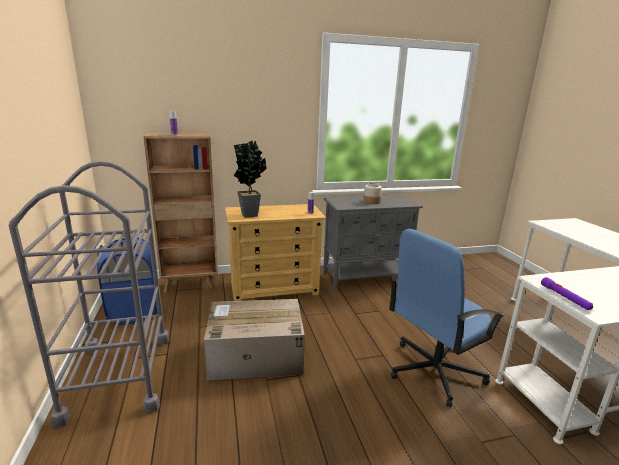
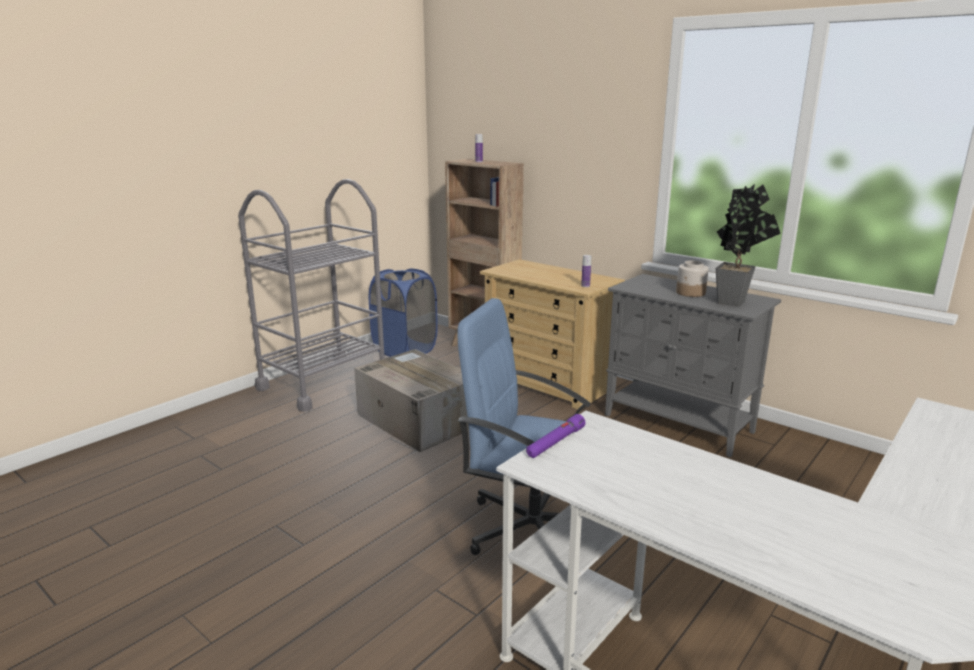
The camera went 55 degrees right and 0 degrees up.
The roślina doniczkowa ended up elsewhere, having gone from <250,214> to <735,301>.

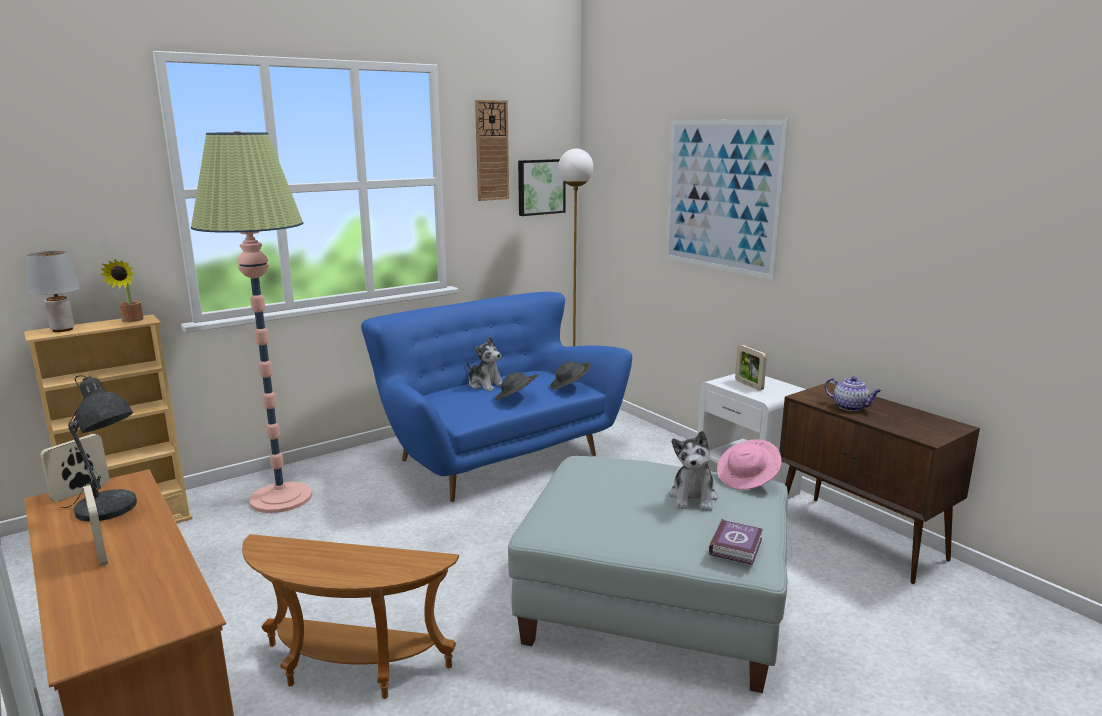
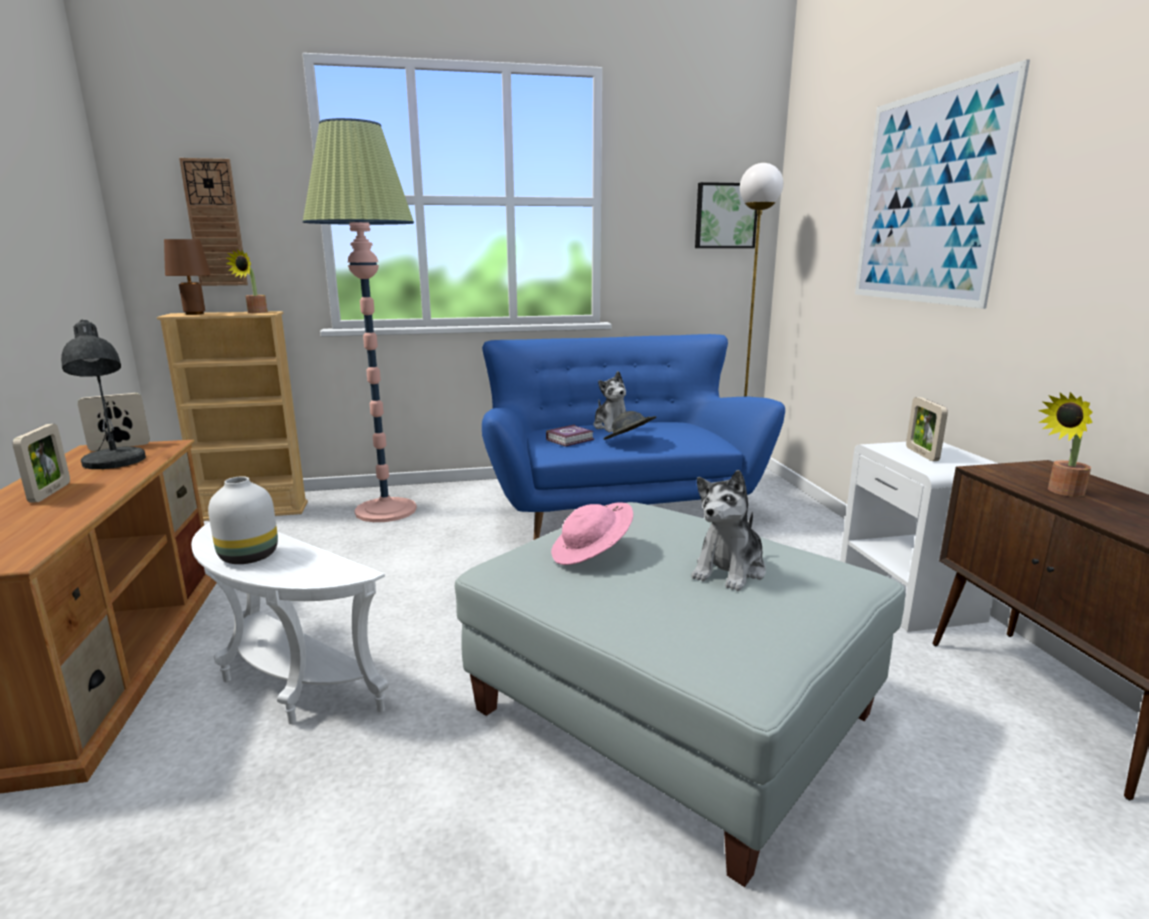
The camera went 25 degrees right and 0 degrees up.
The second view lost the kapelusz/szary at <570,386>.
The second view gained the wazon/biały at <249,557>.
The zegar ścienny ended up elsewhere, having gone from <491,150> to <215,223>.
The książka ended up elsewhere, having gone from <737,546> to <571,439>.
The kapelusz/różowy ended up elsewhere, having gone from <748,479> to <592,554>.
Where the imbryk stood at <850,407>, the roślina doniczkowa came to stand at <1061,492>.
What was the lampa stołowa/szary at <62,330> turned into the lampa stołowa/brązowy at <194,313>.
What was the stolik/brązowy at <349,671> turned into the stolik/biały at <287,683>.

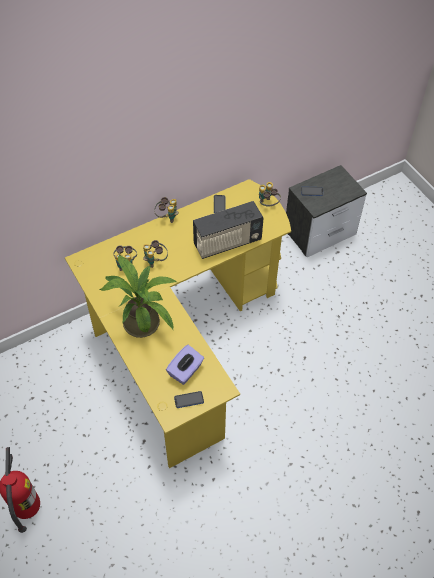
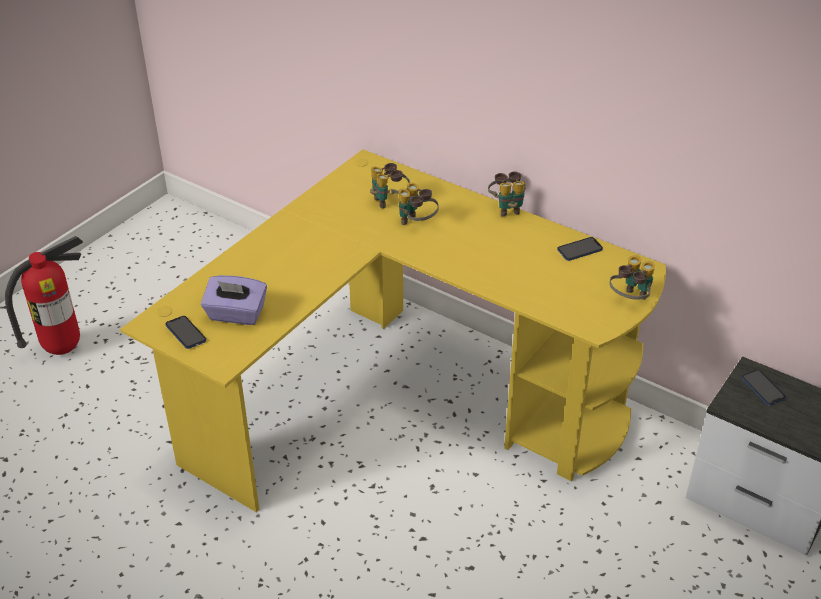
The camera went 65 degrees right and 15 degrees down.
The second view lost the roślina doniczkowa at <141,319>.
The second view lost the radio at <227,243>.

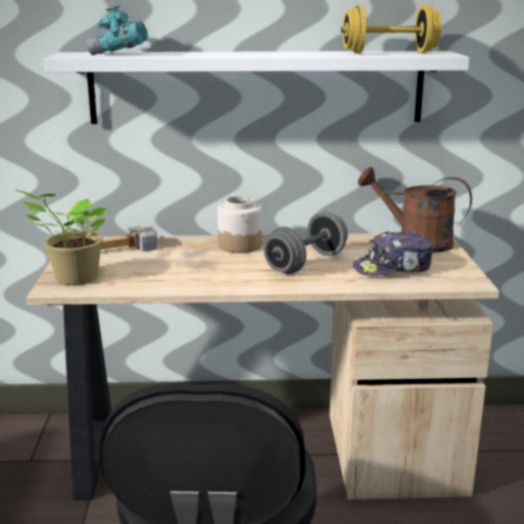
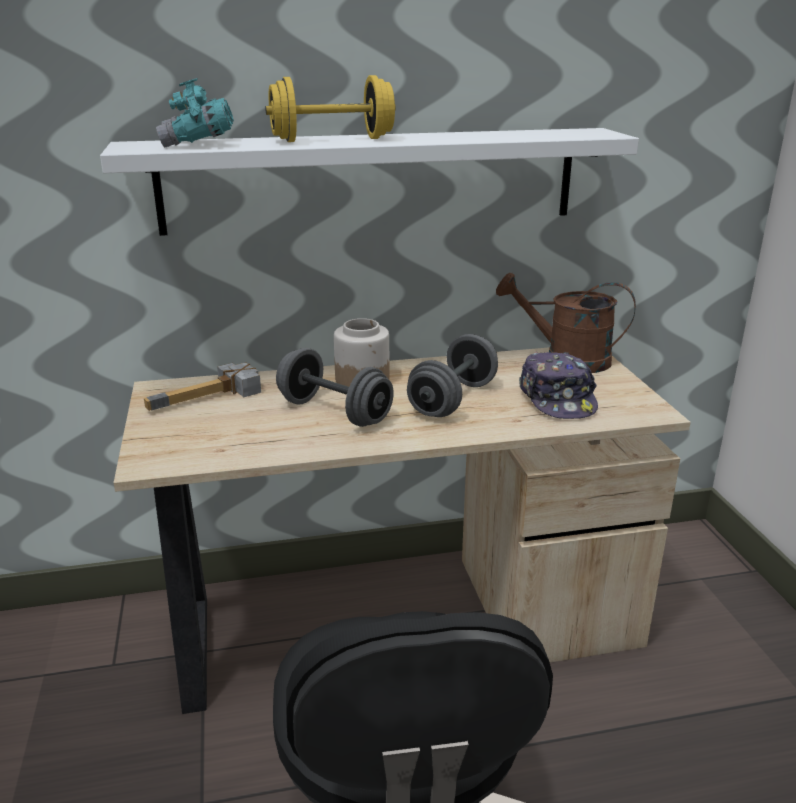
The camera went 10 degrees left and 5 degrees up.
The second view lost the roślina doniczkowa at <73,278>.
The second view gained the hantel/szary at <334,412>.
The hantel/żółty ended up elsewhere, having gone from <389,53> to <332,140>.
The czapka z daszkiem at <393,268> ended up facing another way, 75 degrees counterclockwise from before.

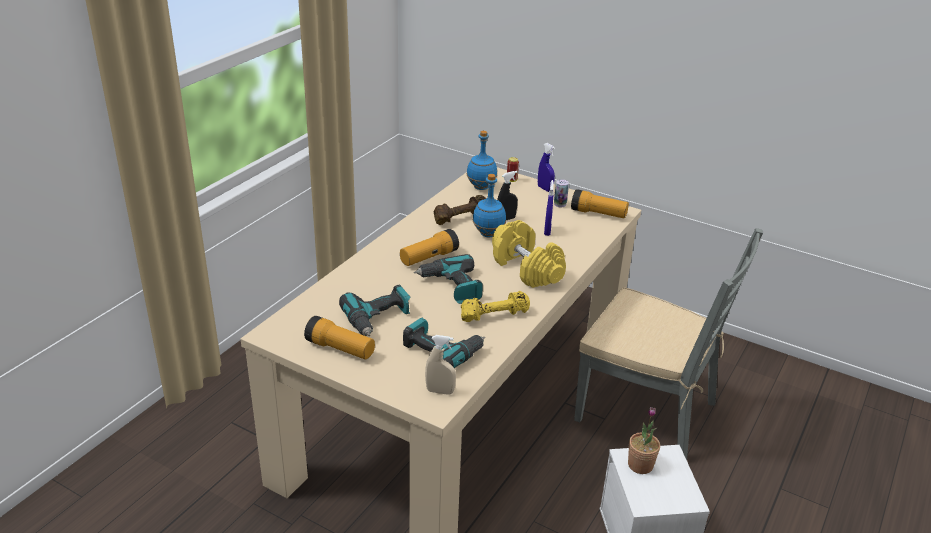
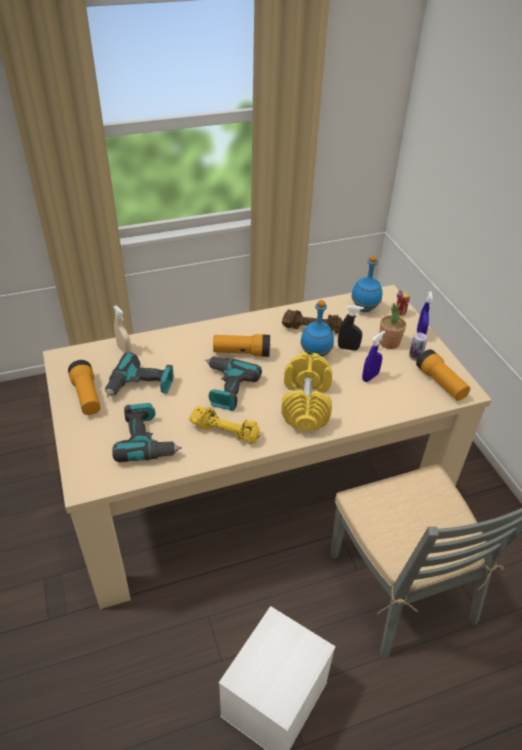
The camera went 40 degrees right and 10 degrees up.
The spryskiwacz/beżowy ended up elsewhere, having gone from <440,391> to <124,350>.
The roślina doniczkowa ended up elsewhere, having gone from <640,465> to <389,342>.

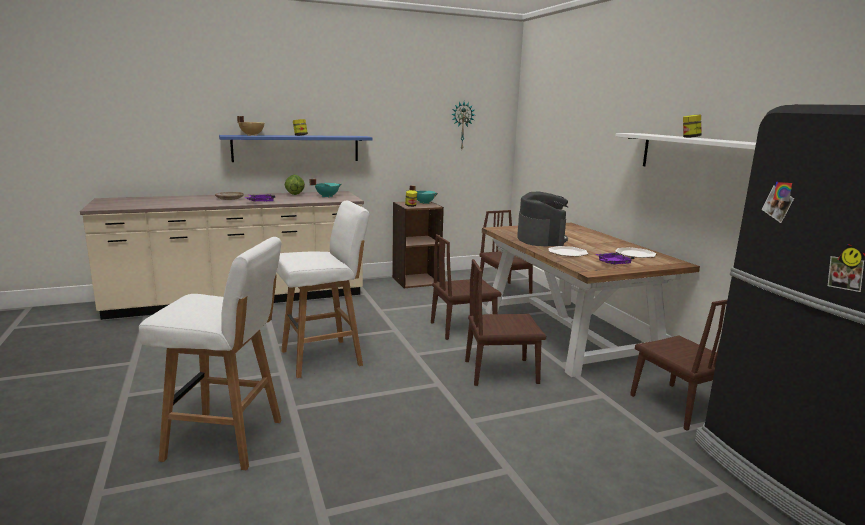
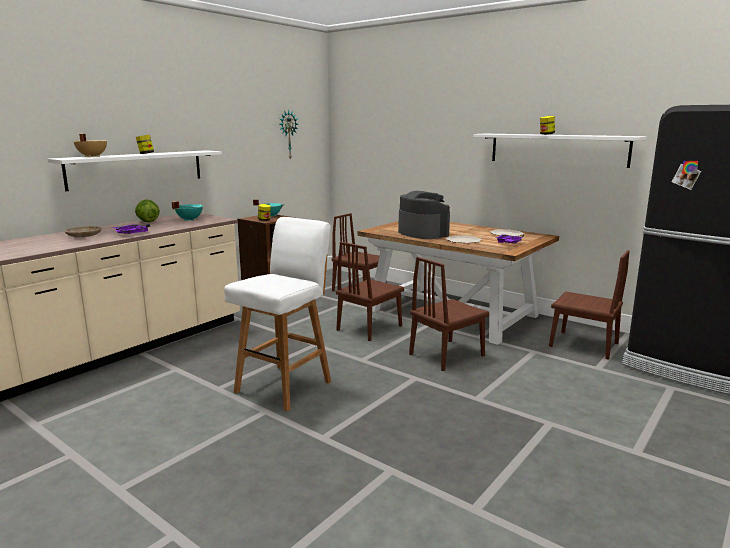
The camera went 30 degrees left and 0 degrees up.
The second view lost the stołek/biały at <227,440>.
What was the półka/niebieski at <296,148> turned into the półka/biały at <137,169>.

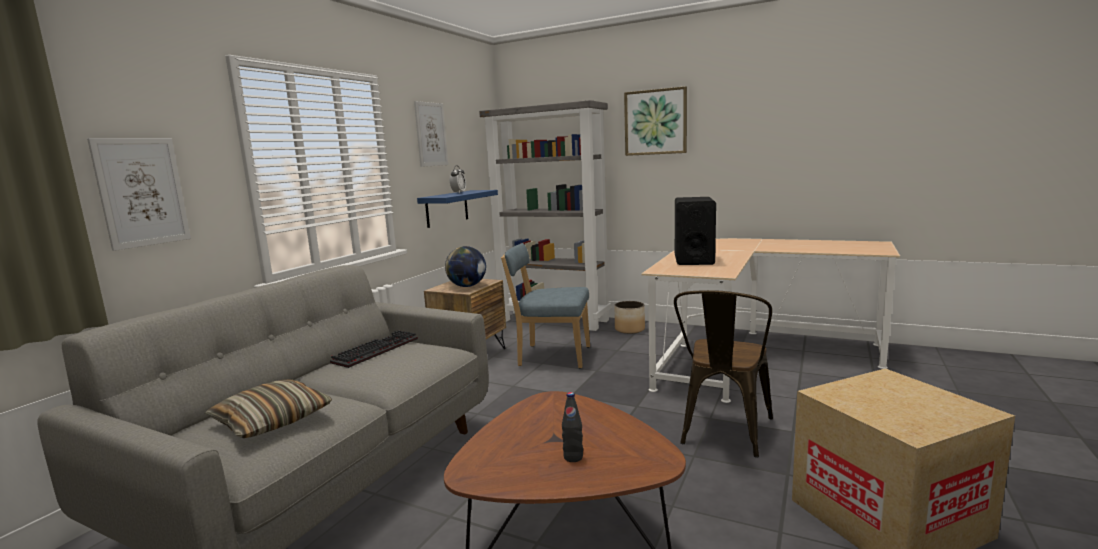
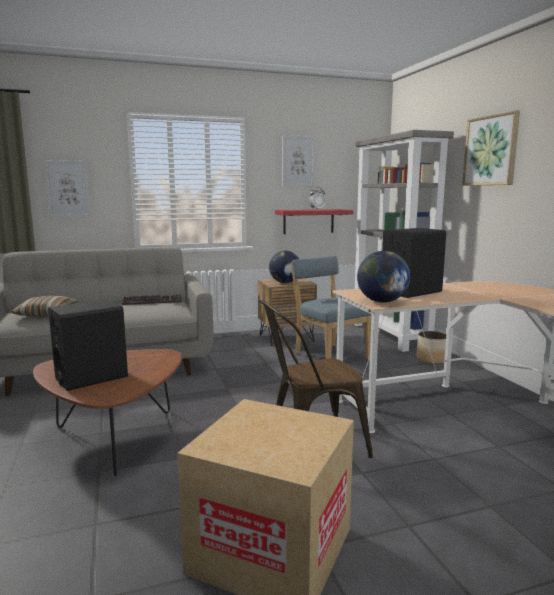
The camera went 45 degrees right and 0 degrees up.
The second view gained the globus at <381,301>.
Where the butelka/czarny stood at <573,457>, the głośnik/czarny came to stand at <92,377>.
What was the półka/niebieski at <447,208> turned into the półka/czerwony at <308,221>.

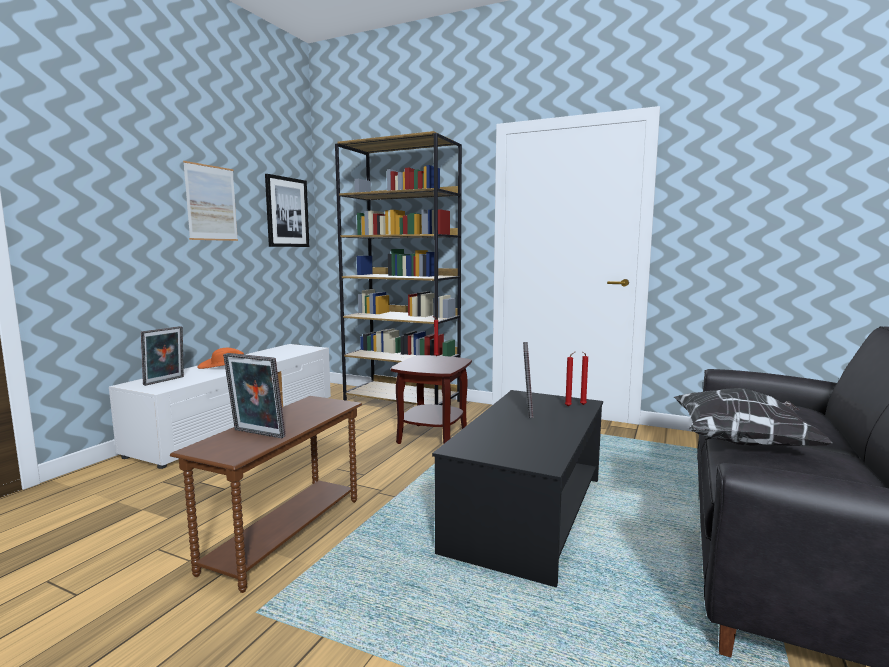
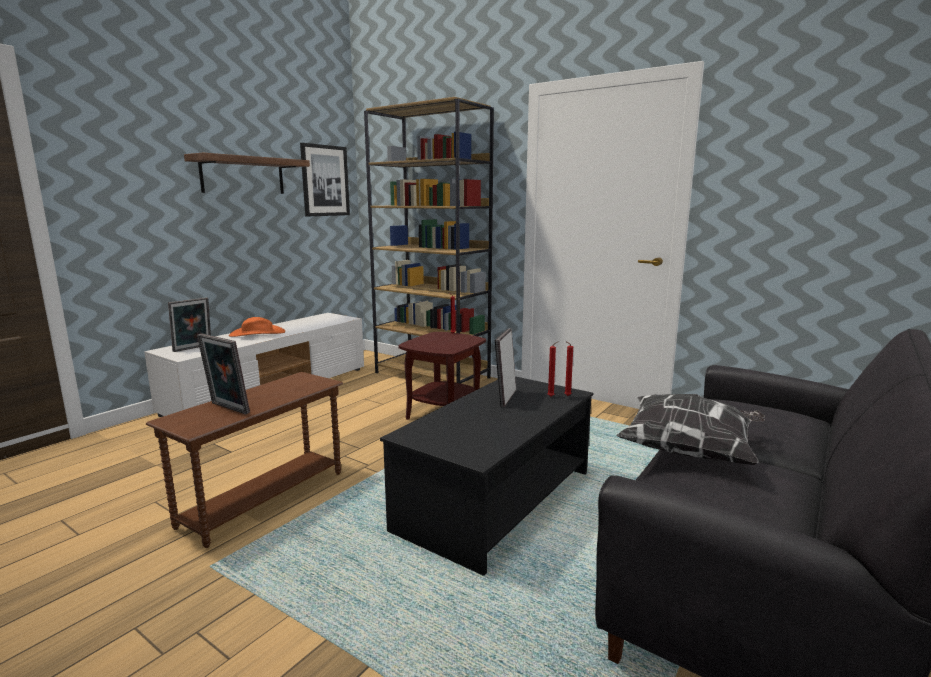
The camera went 10 degrees right and 5 degrees up.
Where the obraz hung at <211,203>, the półka came to hang at <243,175>.

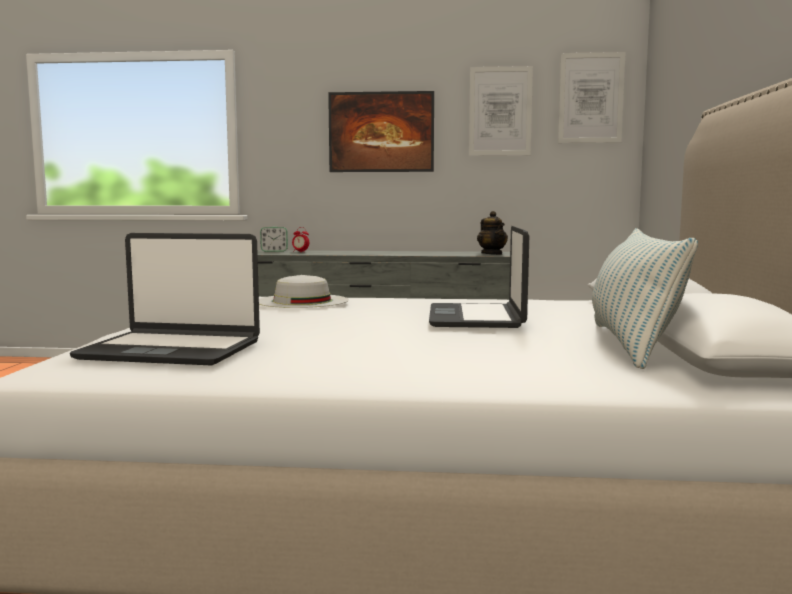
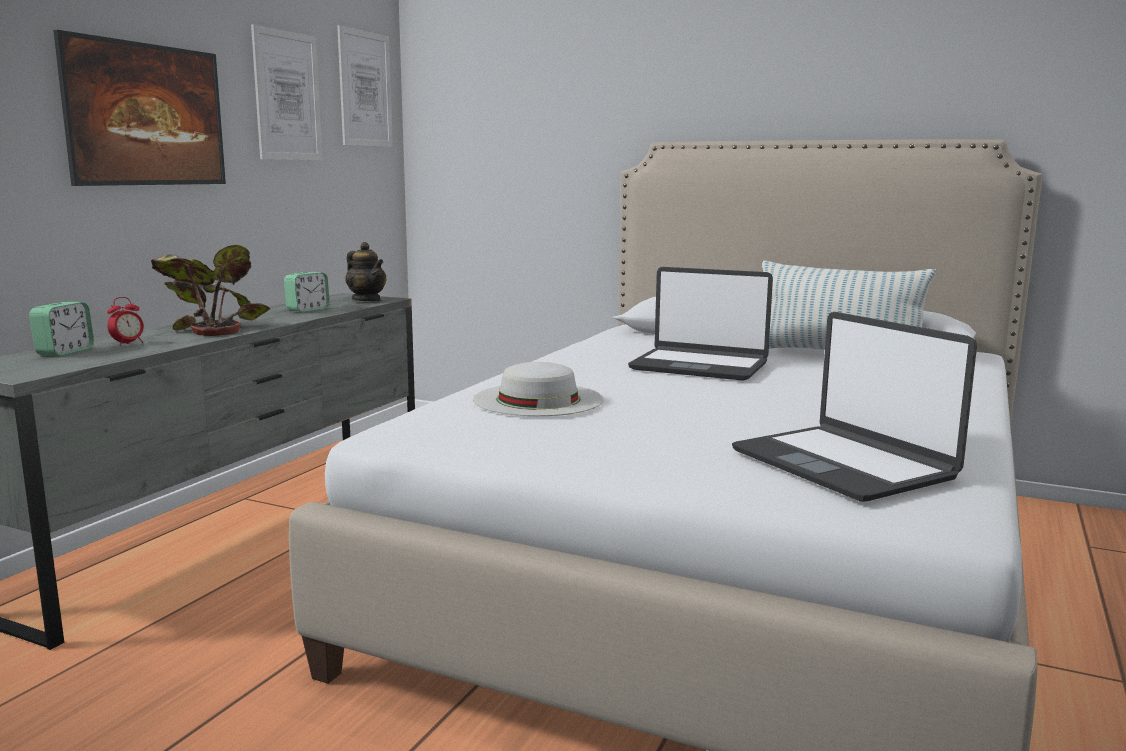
The camera went 70 degrees left and 5 degrees up.
The second view gained the roślina doniczkowa at <210,327>.
The second view gained the budzik at <308,310>.
The laptop at <172,350> ended up facing another way, 120 degrees clockwise from before.
The imbryk at <492,254> ended up facing another way, 45 degrees clockwise from before.

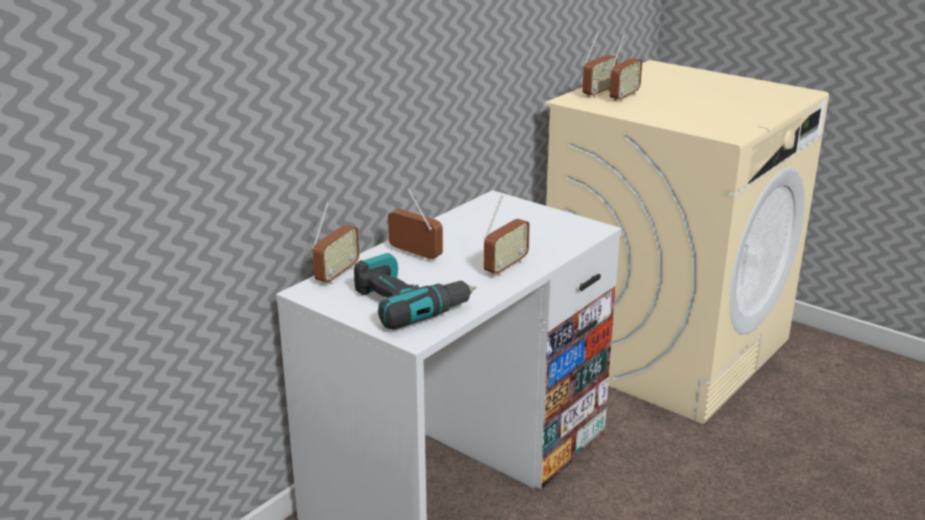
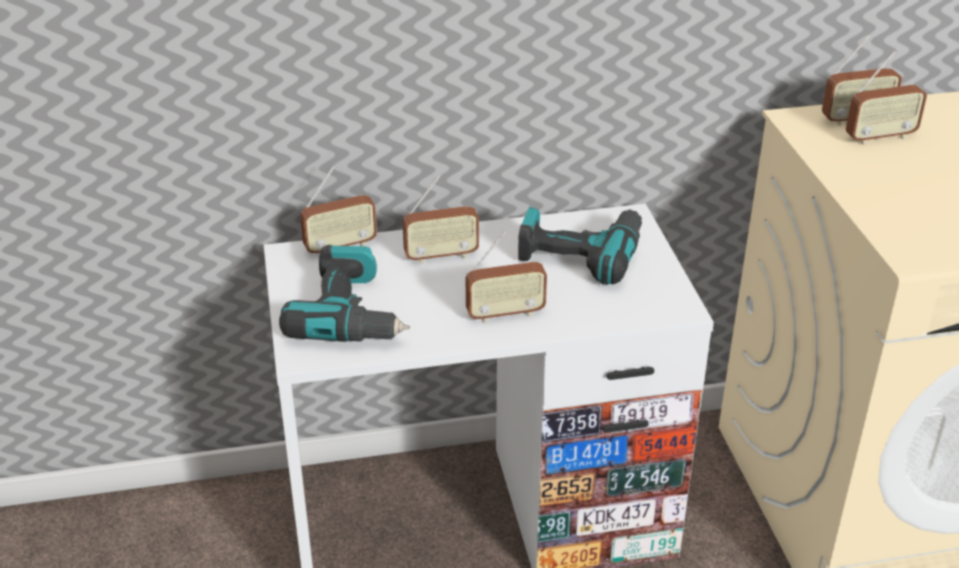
The camera went 40 degrees right and 10 degrees up.
The second view gained the wiertarka at <580,253>.
The radio at <415,255> ended up facing another way, 90 degrees clockwise from before.

